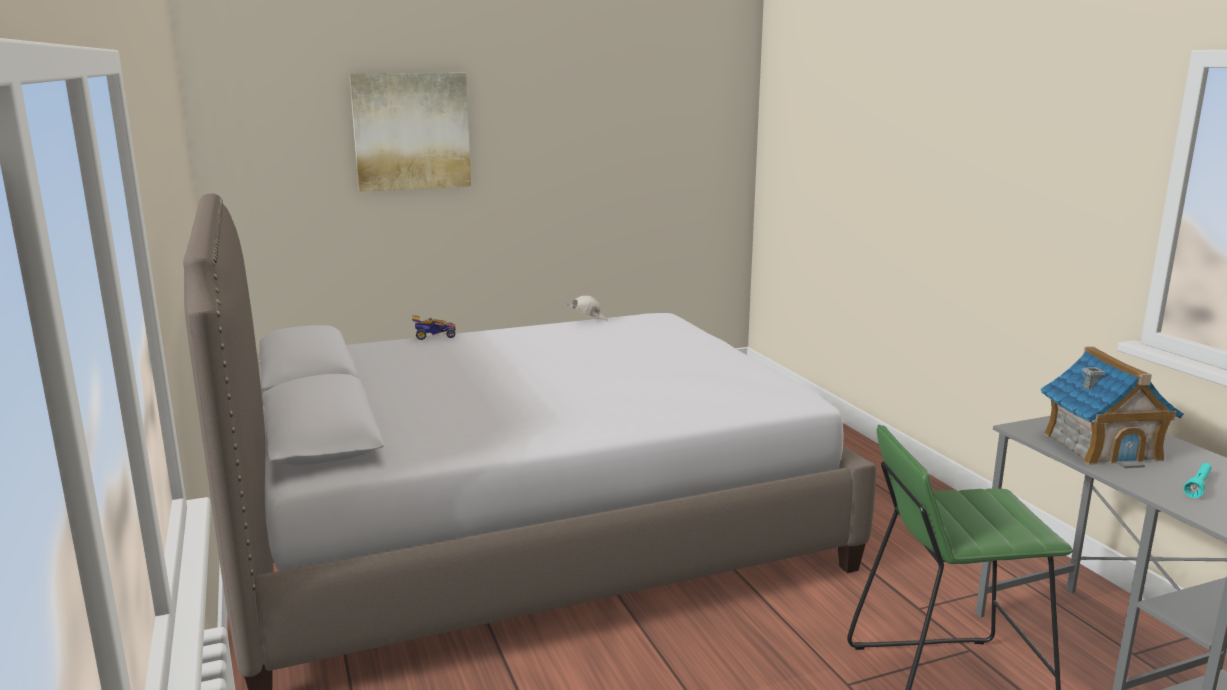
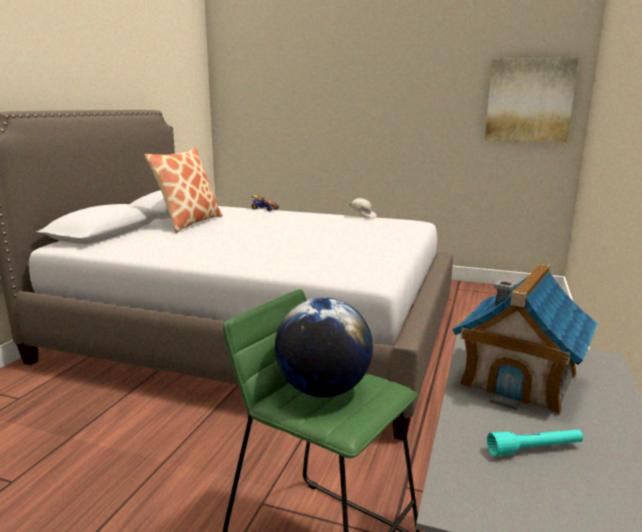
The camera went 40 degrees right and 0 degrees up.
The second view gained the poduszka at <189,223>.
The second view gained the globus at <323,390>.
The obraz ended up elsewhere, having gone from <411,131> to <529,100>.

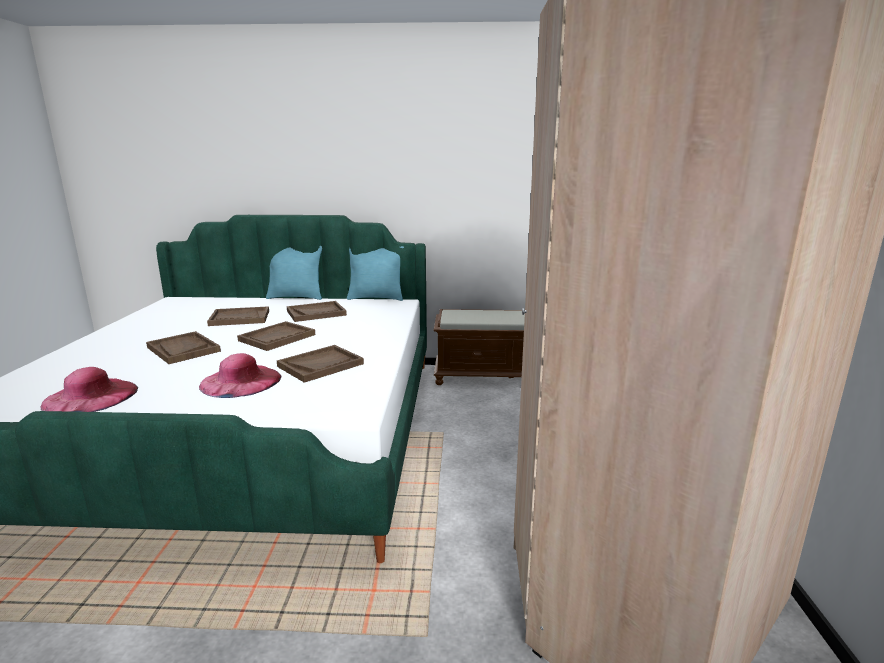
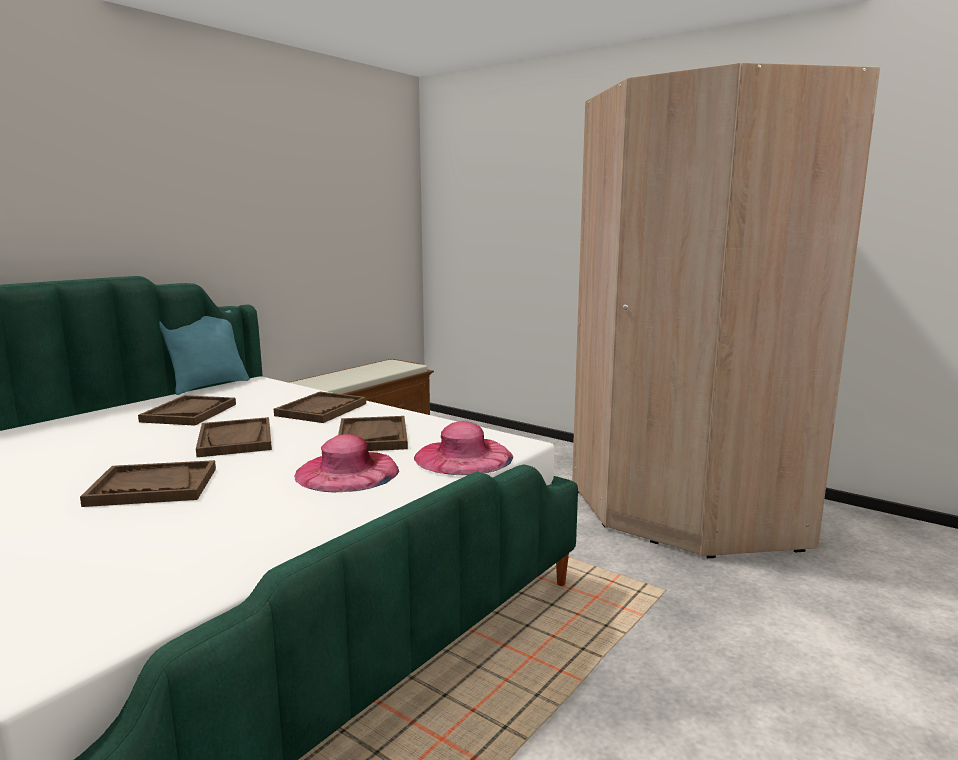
The camera went 55 degrees left and 5 degrees down.
The second view lost the poduszka/turkusowy at <296,297>.
The kapelusz/różowy ended up elsewhere, having gone from <90,396> to <463,457>.
The taca/brązowy ended up elsewhere, having gone from <239,318> to <321,410>.

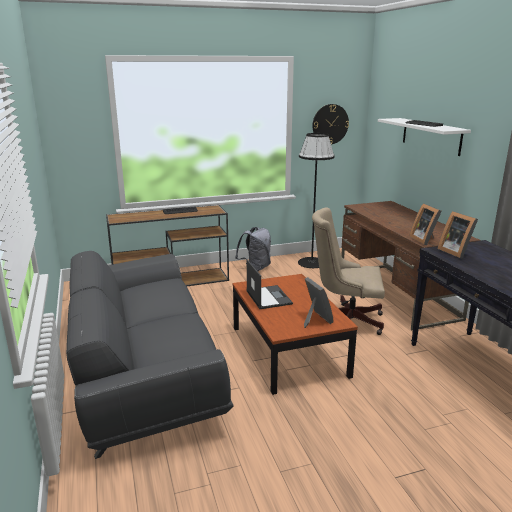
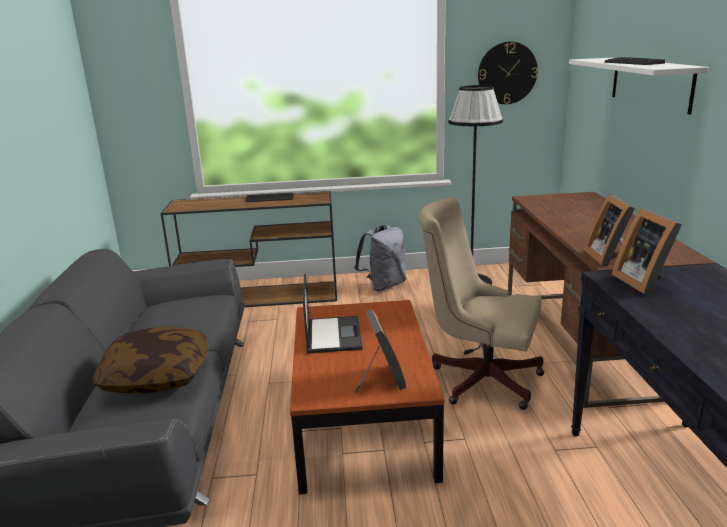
The camera went 15 degrees right and 0 degrees up.
The second view gained the poduszka at <157,376>.

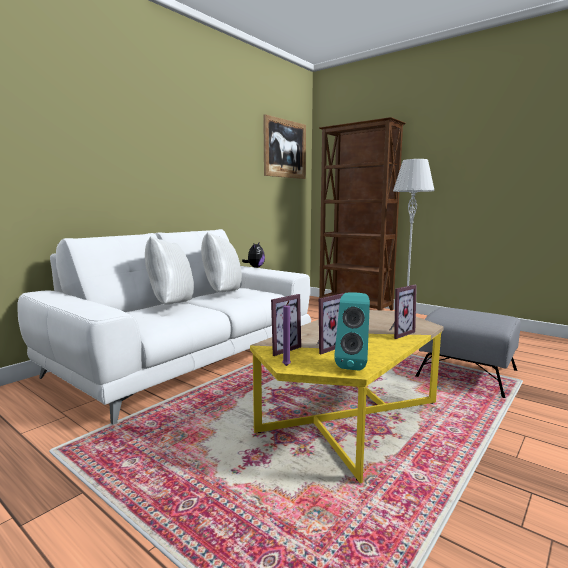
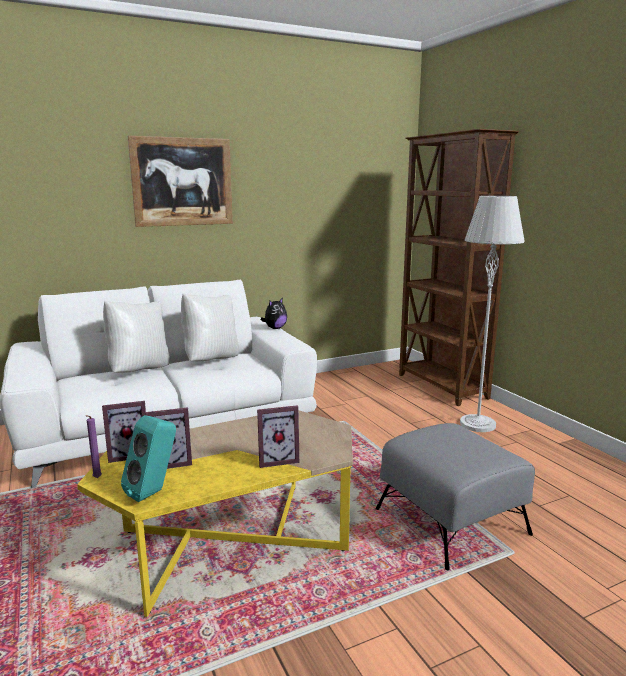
The camera went 25 degrees right and 5 degrees up.
The obraz ended up elsewhere, having gone from <285,149> to <182,182>.

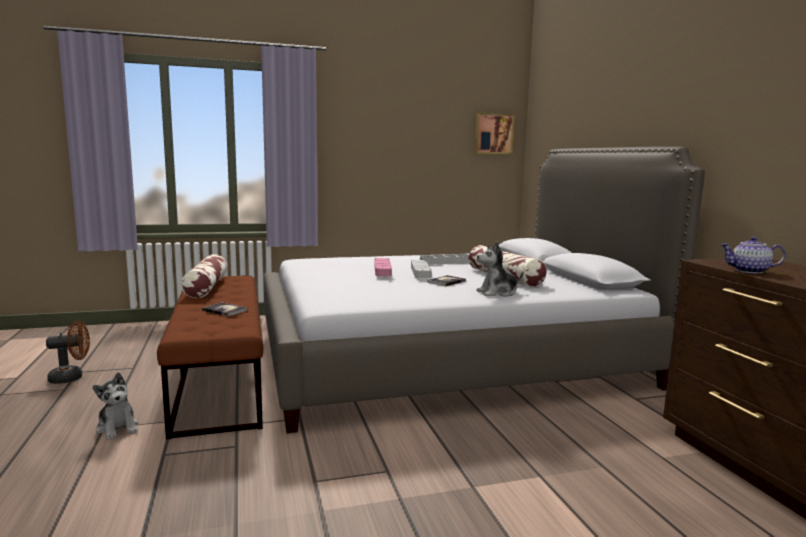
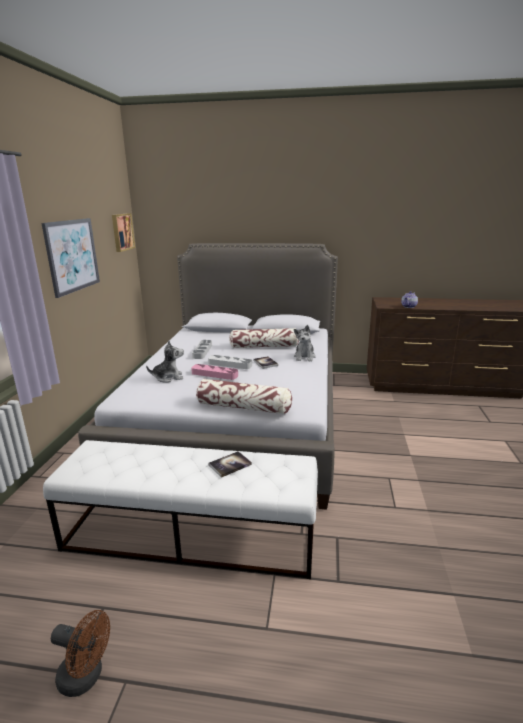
The camera went 65 degrees left and 10 degrees up.
The second view gained the obraz at <72,255>.
The pluszak ended up elsewhere, having gone from <118,428> to <168,377>.
The poduszka ended up elsewhere, having gone from <206,287> to <244,407>.
What was the ławka/brązowy at <220,377> turned into the ławka/biały at <191,535>.
The wentylator/brązowy at <71,377> ended up facing another way, 105 degrees clockwise from before.

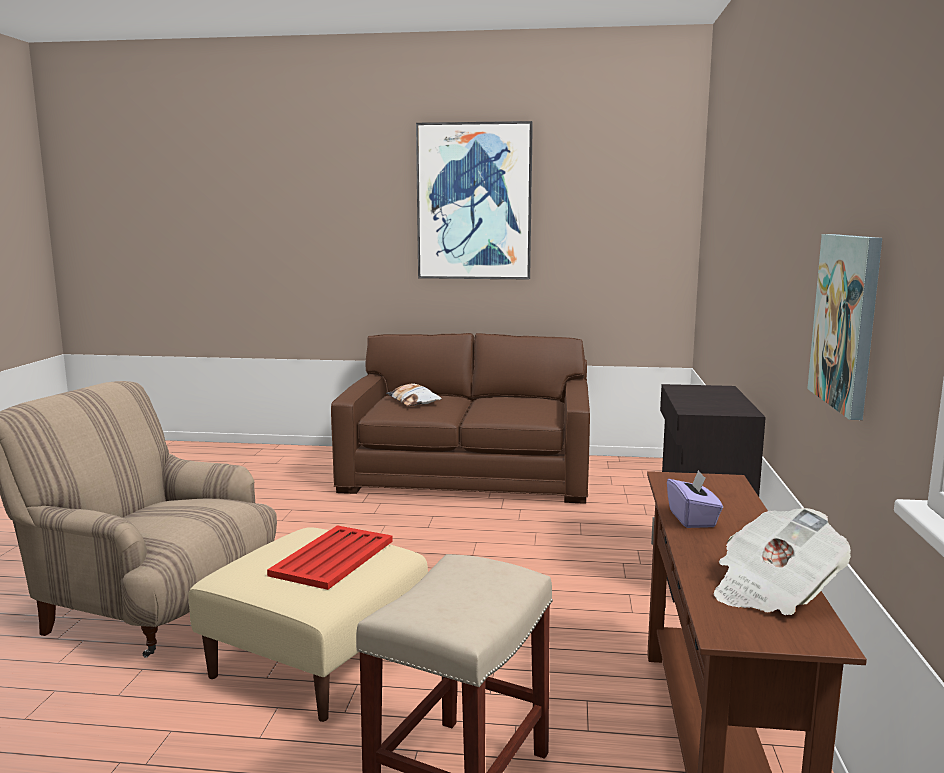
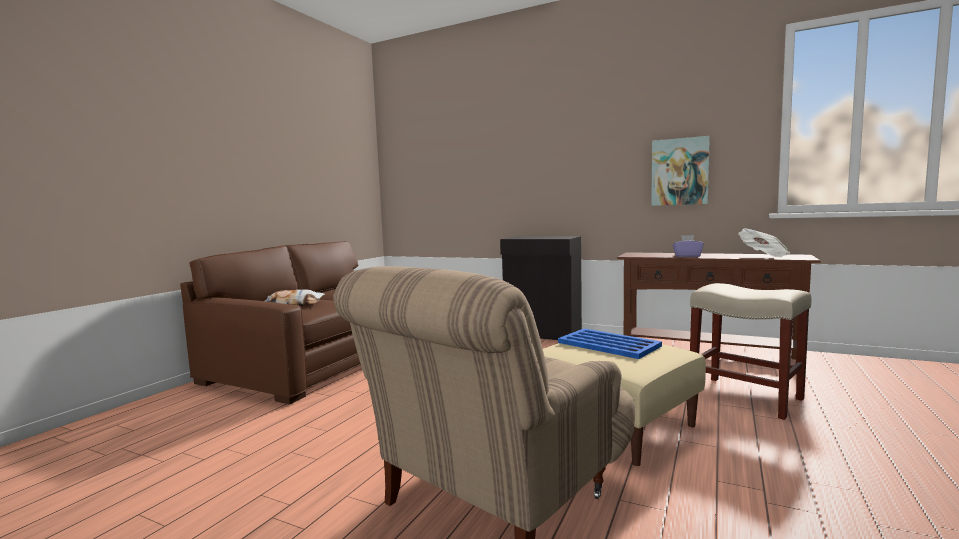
The camera went 70 degrees left and 5 degrees down.
The second view lost the obraz at <474,202>.
What was the taca/czerwony at <334,557> turned into the taca/niebieski at <607,344>.

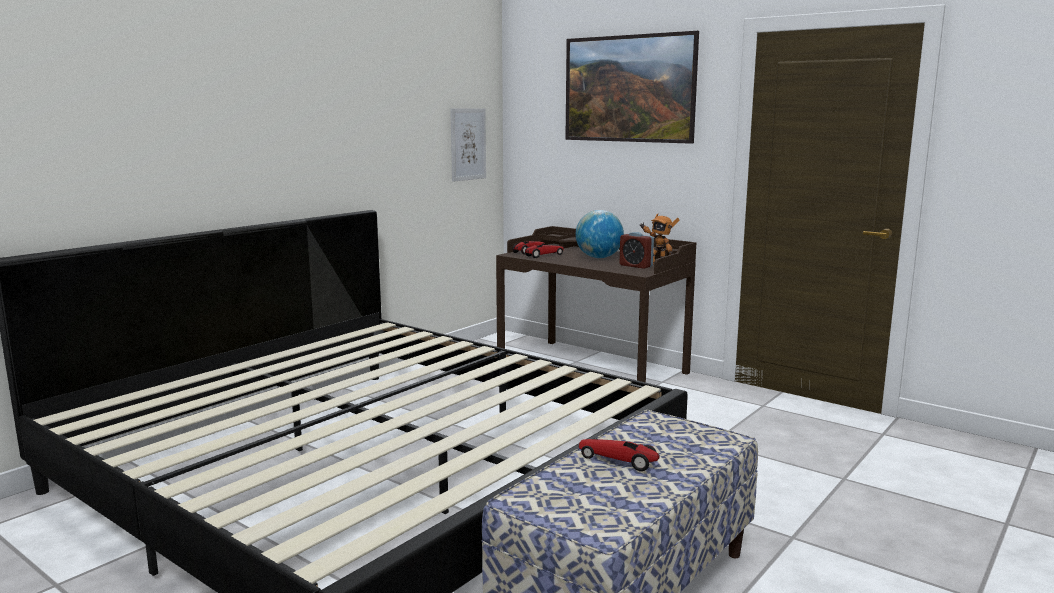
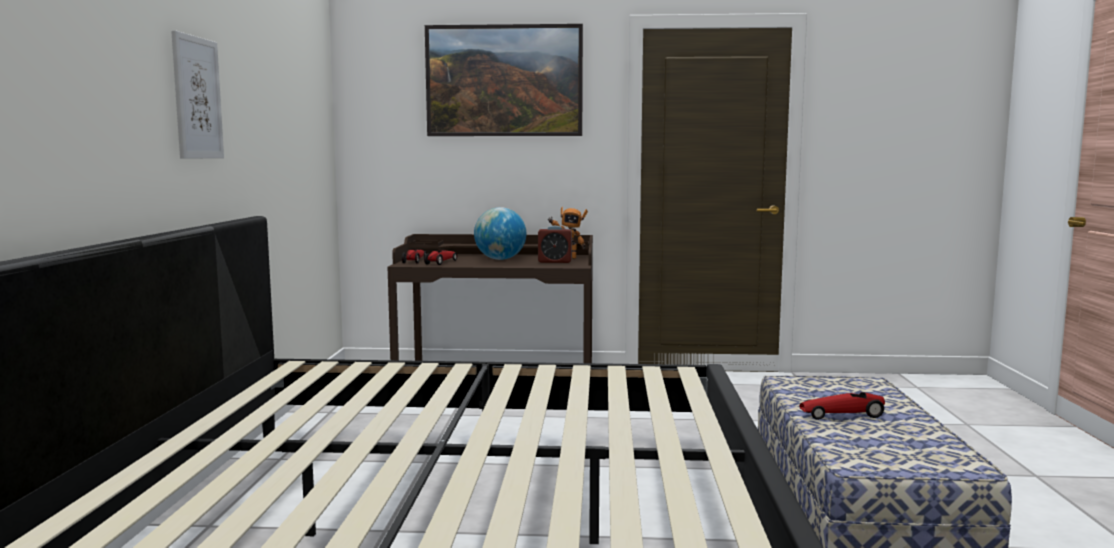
The camera went 35 degrees left and 5 degrees down.
The obraz ended up elsewhere, having gone from <468,144> to <197,98>.

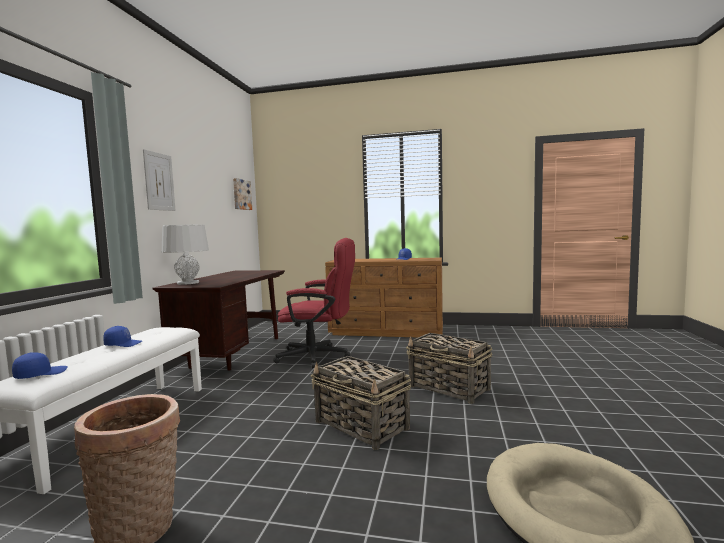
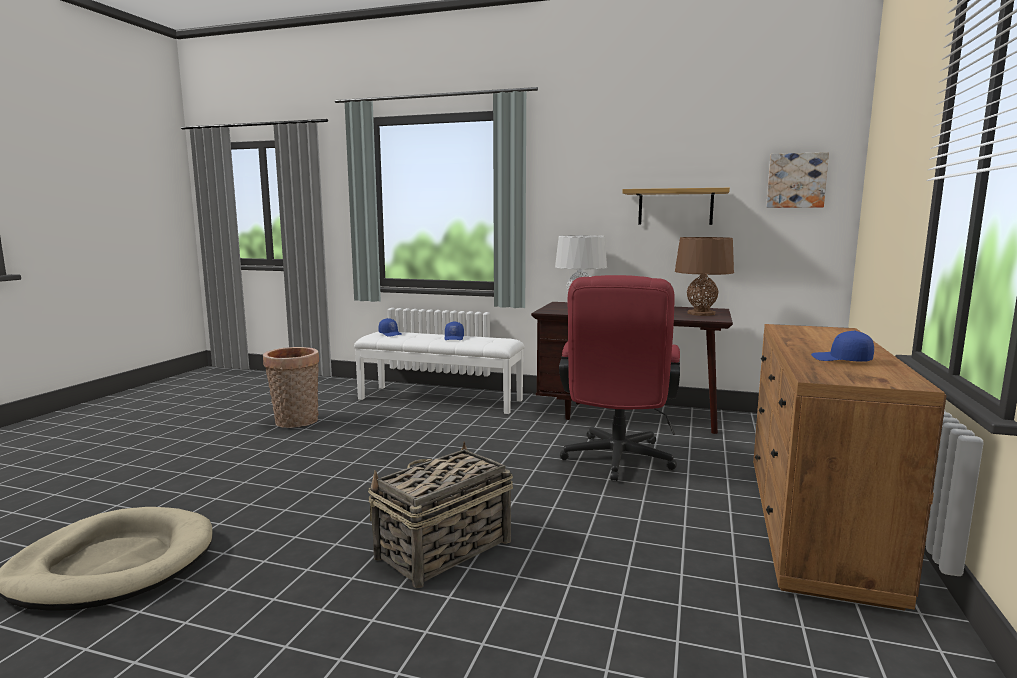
The camera went 95 degrees right and 5 degrees up.
The second view lost the obraz at <159,181>.
The second view lost the koszyk at <362,425>.
The second view gained the półka at <675,207>.
The second view gained the lampa stołowa/brązowy at <701,313>.

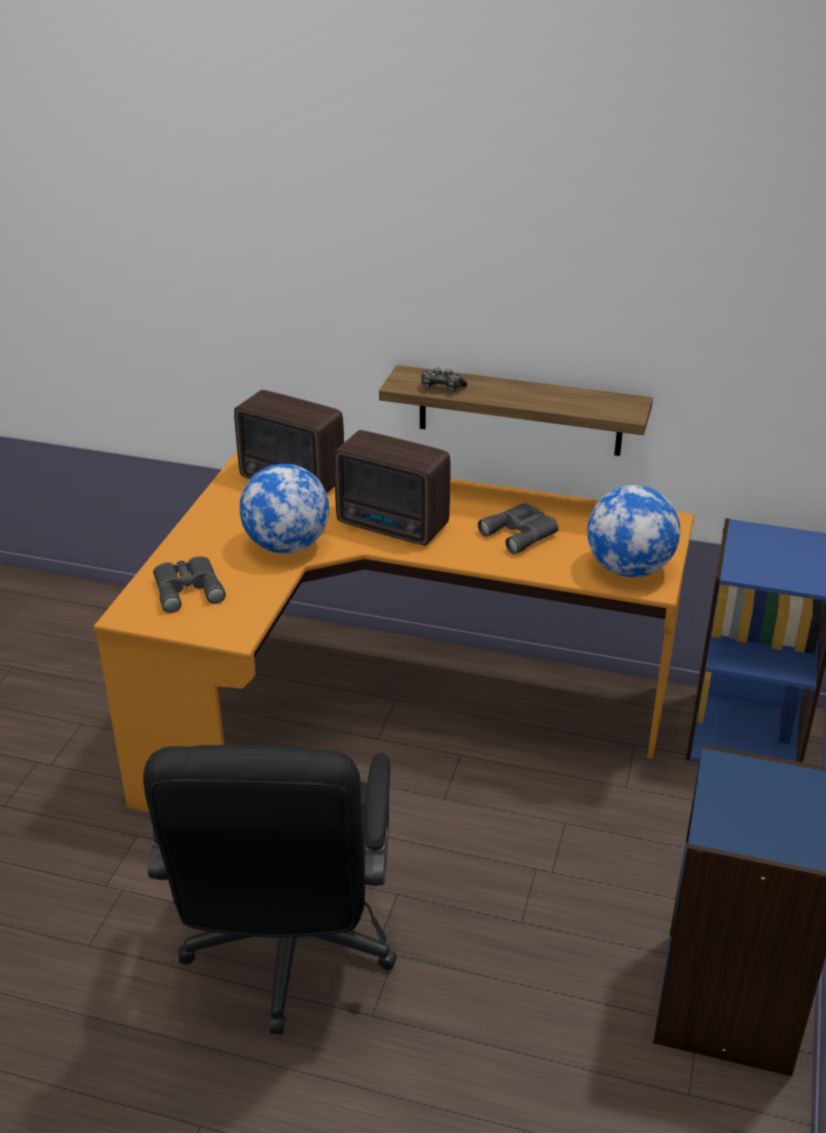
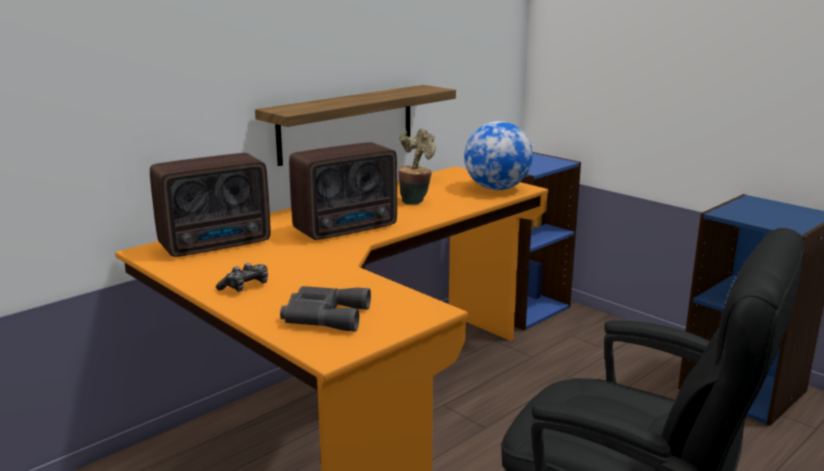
The camera went 60 degrees left and 15 degrees down.
The second view lost the globus at <287,546>.
The pad do gier ended up elsewhere, having gone from <441,388> to <245,286>.
Where the lornetka/szary stood at <522,533>, the roślina doniczkowa came to stand at <416,201>.

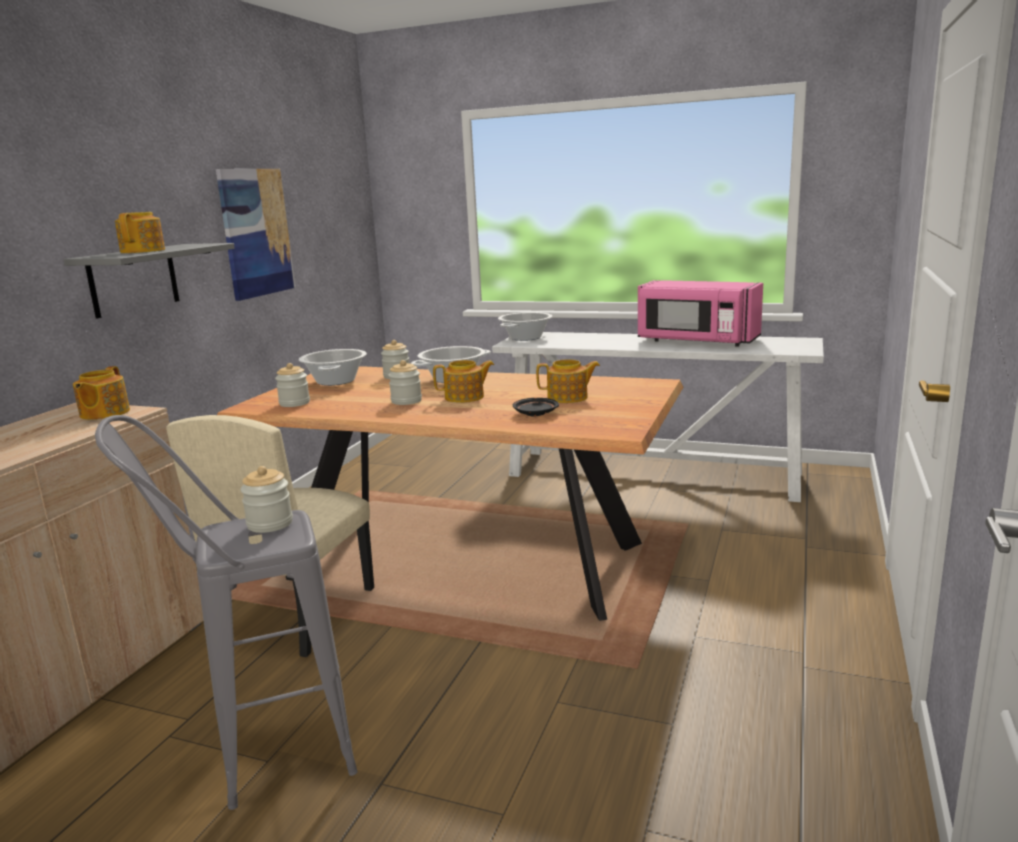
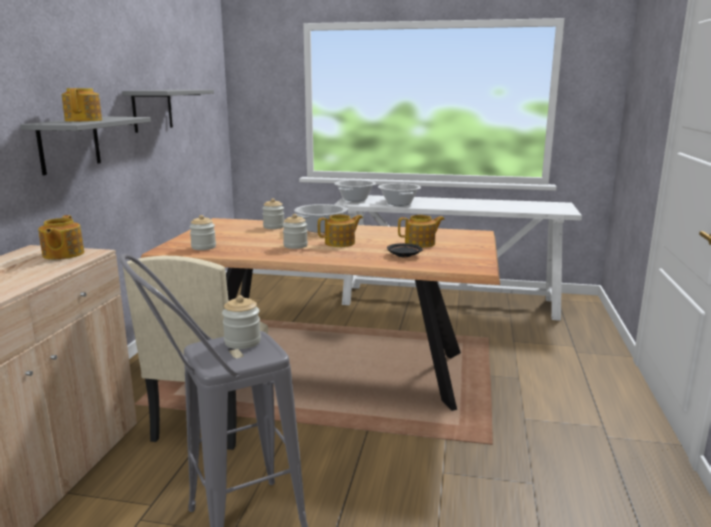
The camera went 10 degrees left and 0 degrees up.
The second view lost the mikrofalówka/różowy at <696,341>.
The garnek ended up elsewhere, having gone from <336,381> to <399,203>.
Where the obraz hung at <256,232>, the półka/szary came to hang at <152,110>.

